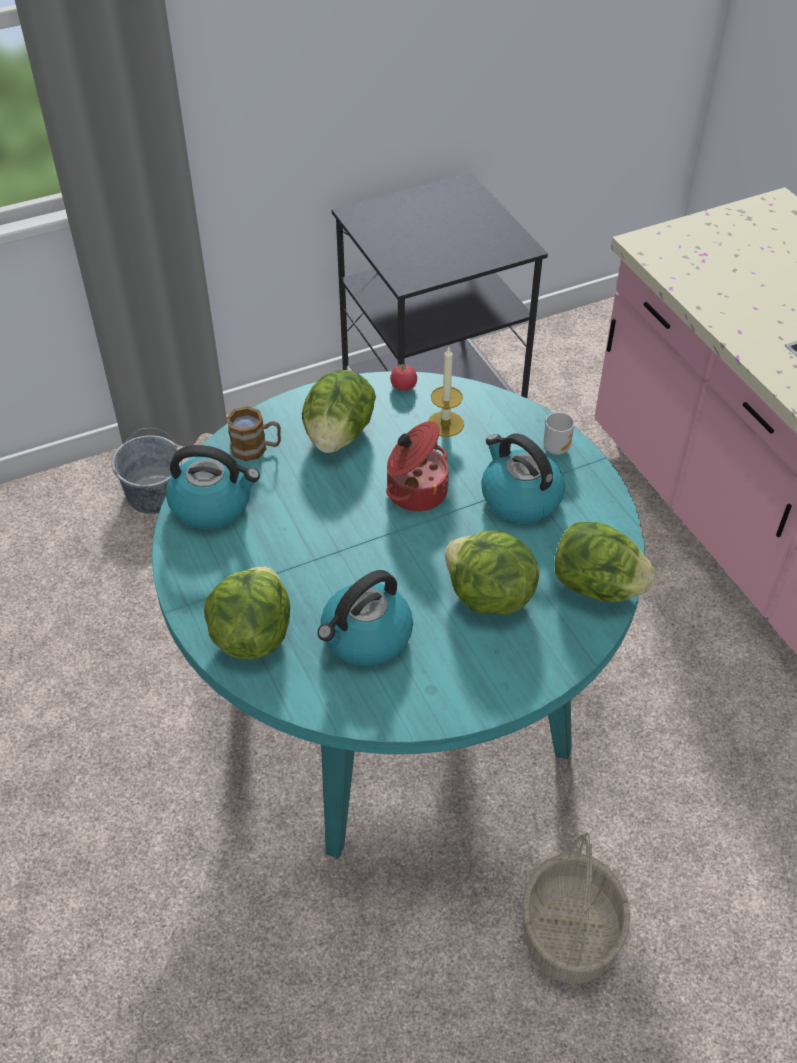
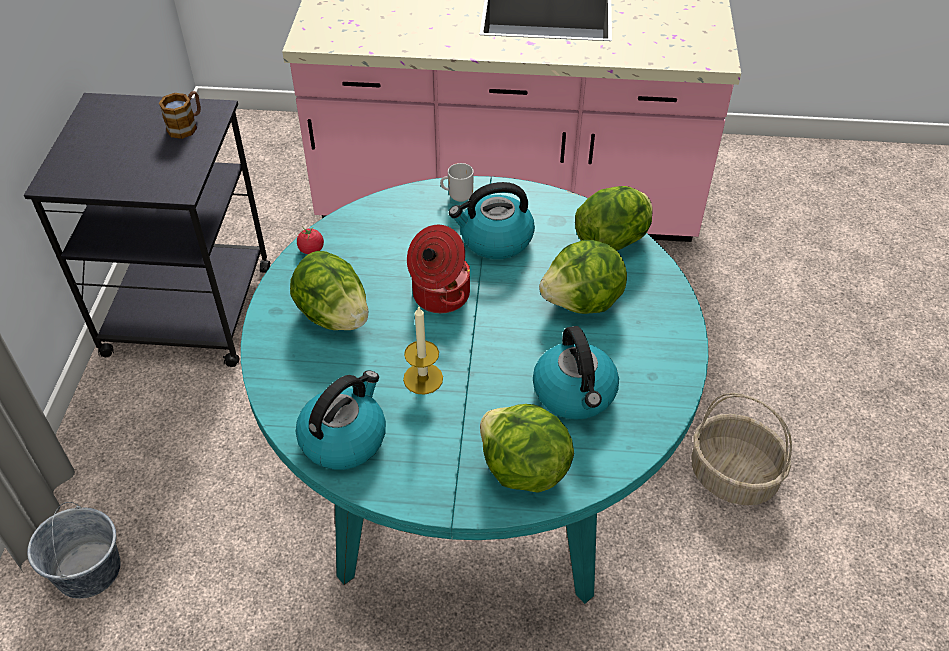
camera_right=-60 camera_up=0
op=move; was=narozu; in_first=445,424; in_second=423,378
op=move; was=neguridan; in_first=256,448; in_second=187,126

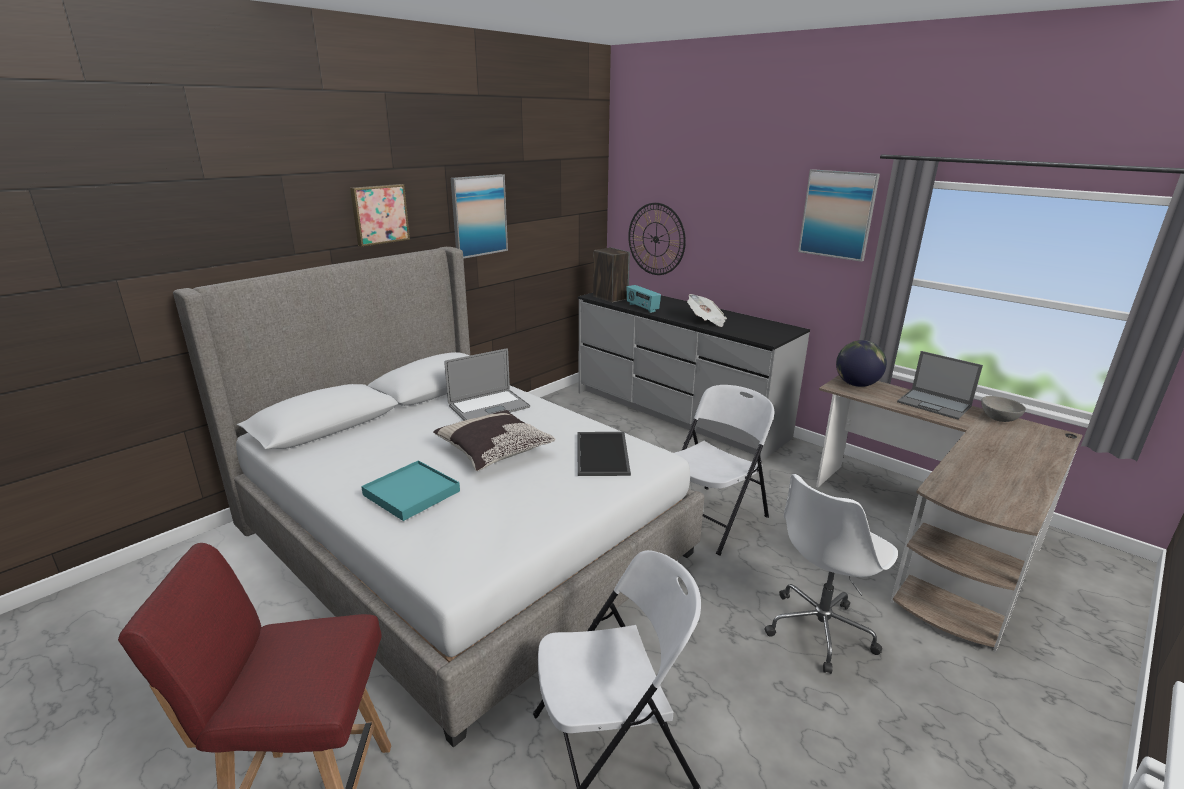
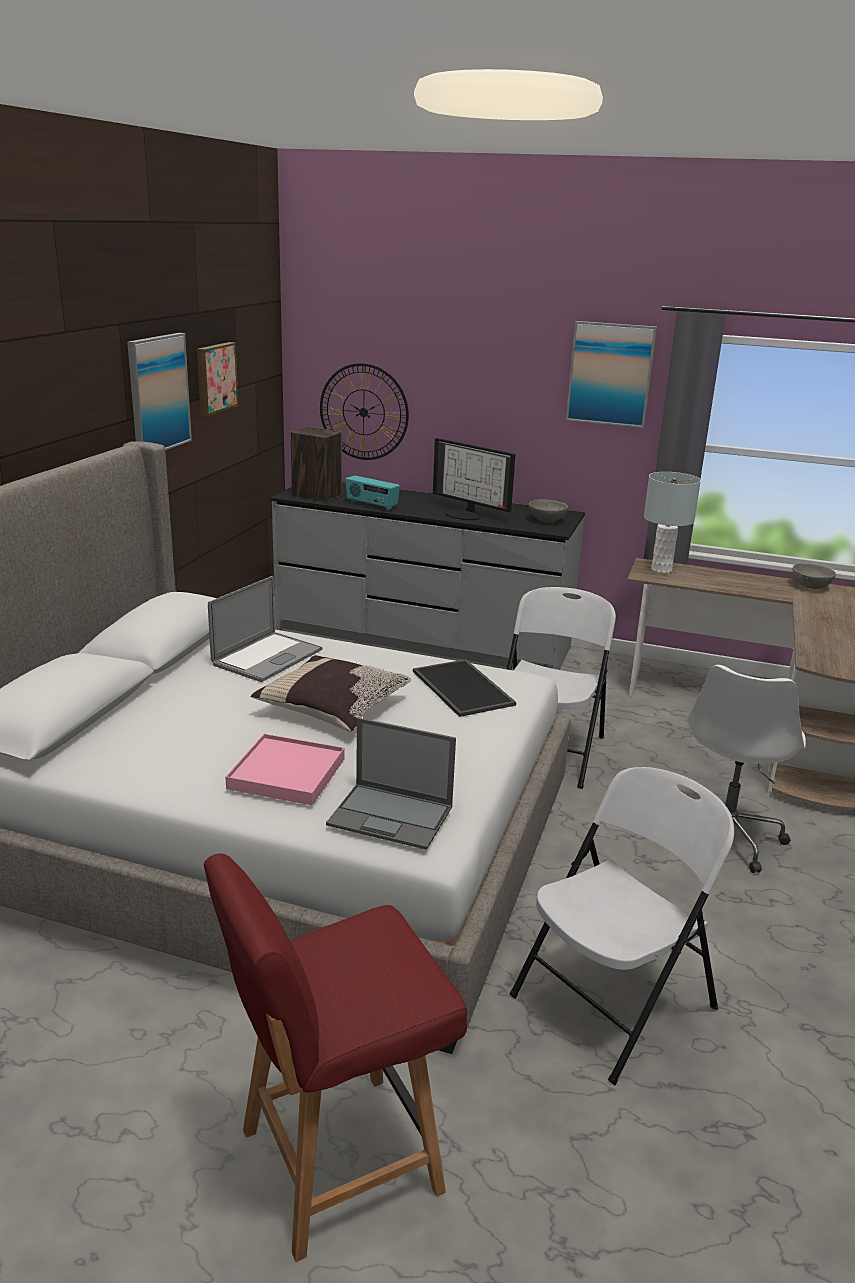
camera_right=-25 camera_up=0
op=move; was=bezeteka; in_first=379,214; in_second=215,377
op=replace; was=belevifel; now=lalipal; in_first=706,321; in_second=465,514
op=replace; was=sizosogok; now=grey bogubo; in_first=856,384; in_second=661,570
op=move; was=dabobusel; in_first=935,404; in_second=392,816
op=recolor; was=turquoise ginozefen; now=pink ginozefen; in_first=411,493; in_second=287,774
op=insert; now=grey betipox; in_second=546,520

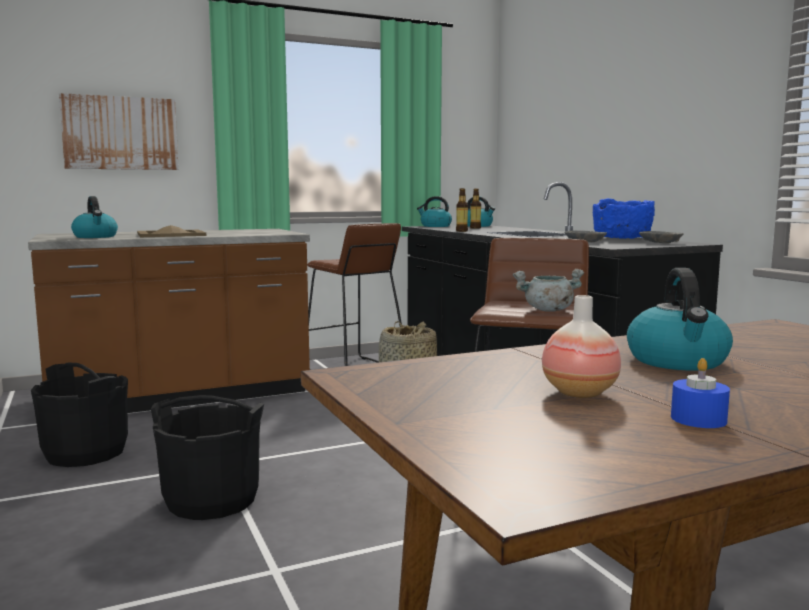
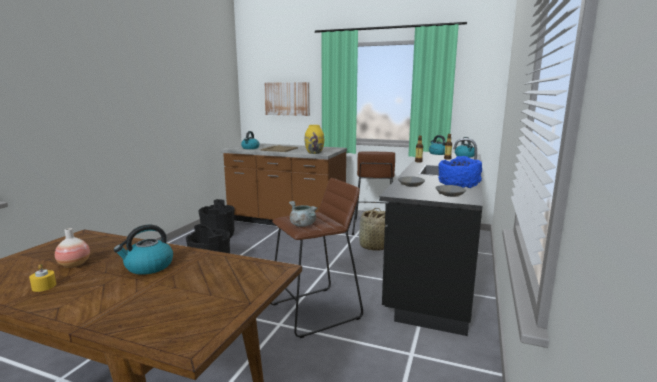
camera_right=45 camera_up=5
op=recolor; was=blue narozu; now=yellow narozu; in_first=698,419; in_second=44,286
op=insert; now=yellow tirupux; in_second=314,153

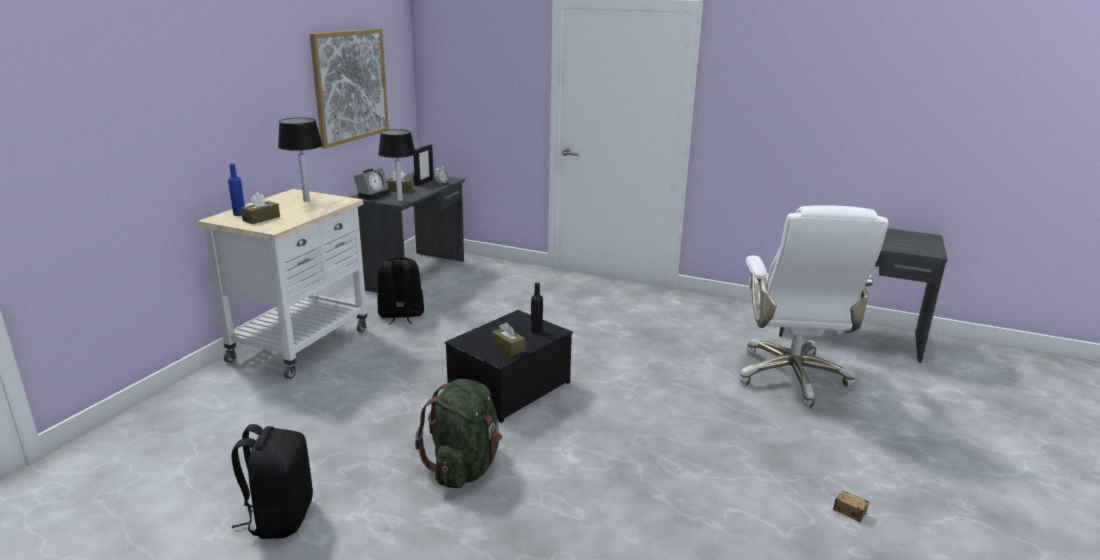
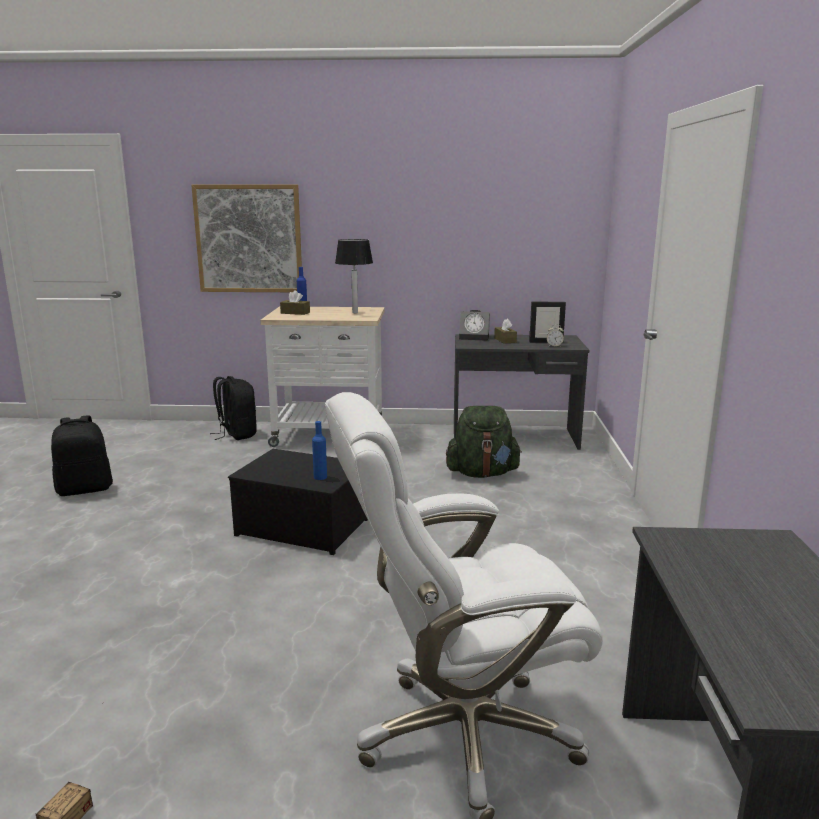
camera_right=70 camera_up=-5
op=move; was=bezeteka; in_first=350,86; in_second=249,239
op=delete; was=bogubo; in_first=399,200
op=move; was=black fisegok; in_first=401,315; in_second=236,434
op=recolor; was=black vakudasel; now=blue vakudasel; in_first=536,331; in_second=320,477
op=delete; was=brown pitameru; in_first=508,347
op=move; was=green fisegok; in_first=465,468; in_second=482,473

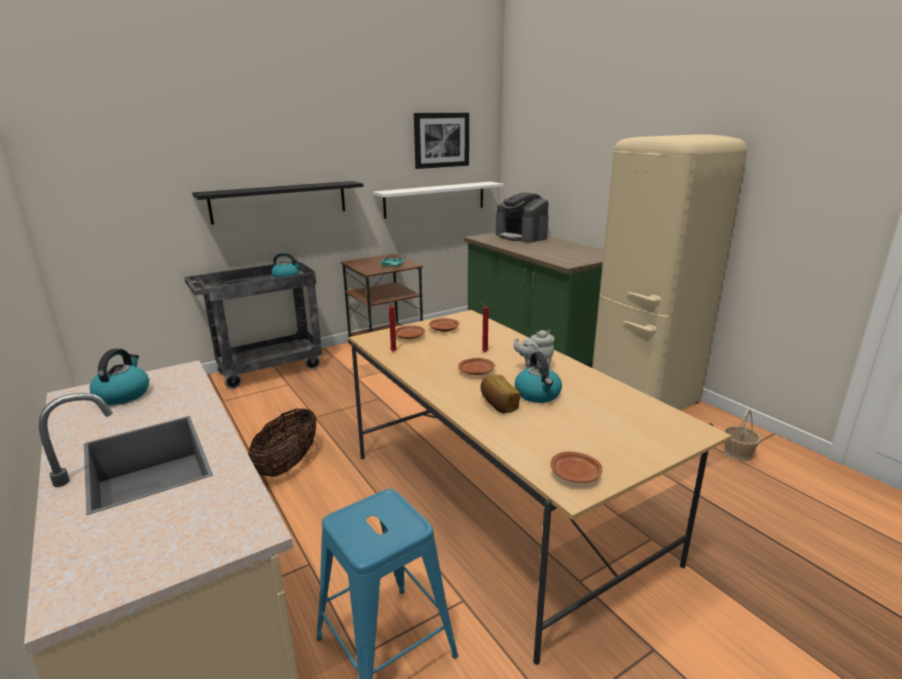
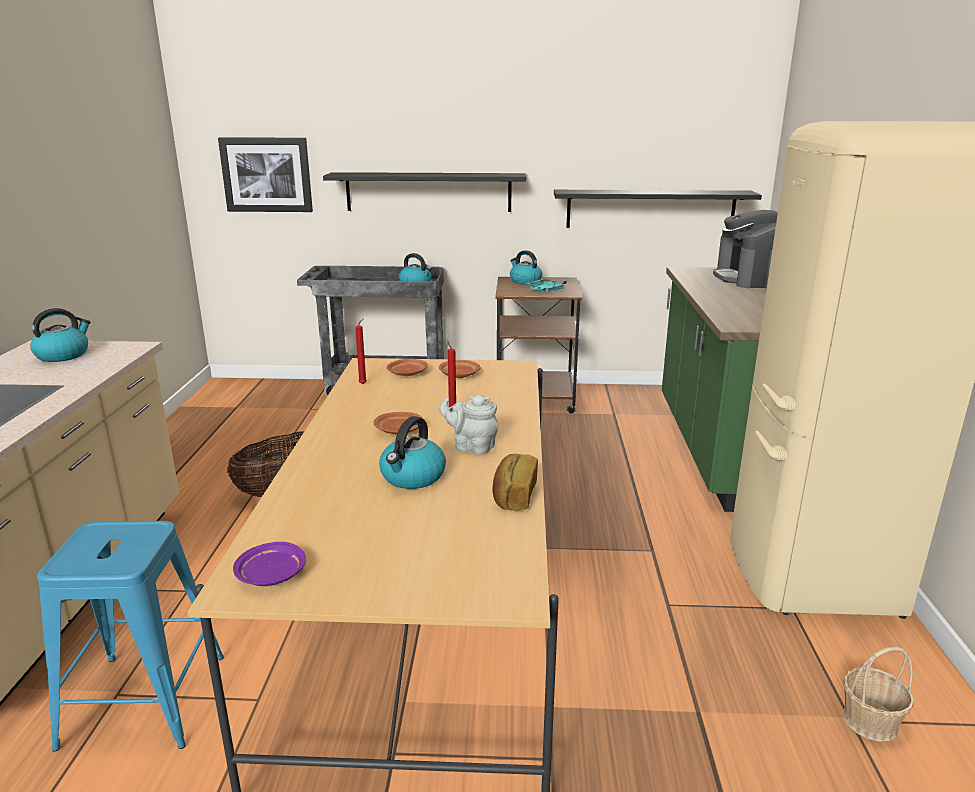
camera_right=35 camera_up=0
op=move; was=bezeteka; in_first=441,140; in_second=266,175
op=recolor; was=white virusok; now=black virusok; in_first=435,199; in_second=650,209
op=move; was=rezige; in_first=498,404; in_second=514,496
op=recolor; was=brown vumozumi; now=purple vumozumi; in_first=575,475; in_second=271,575
op=insert; now=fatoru; in_second=525,281

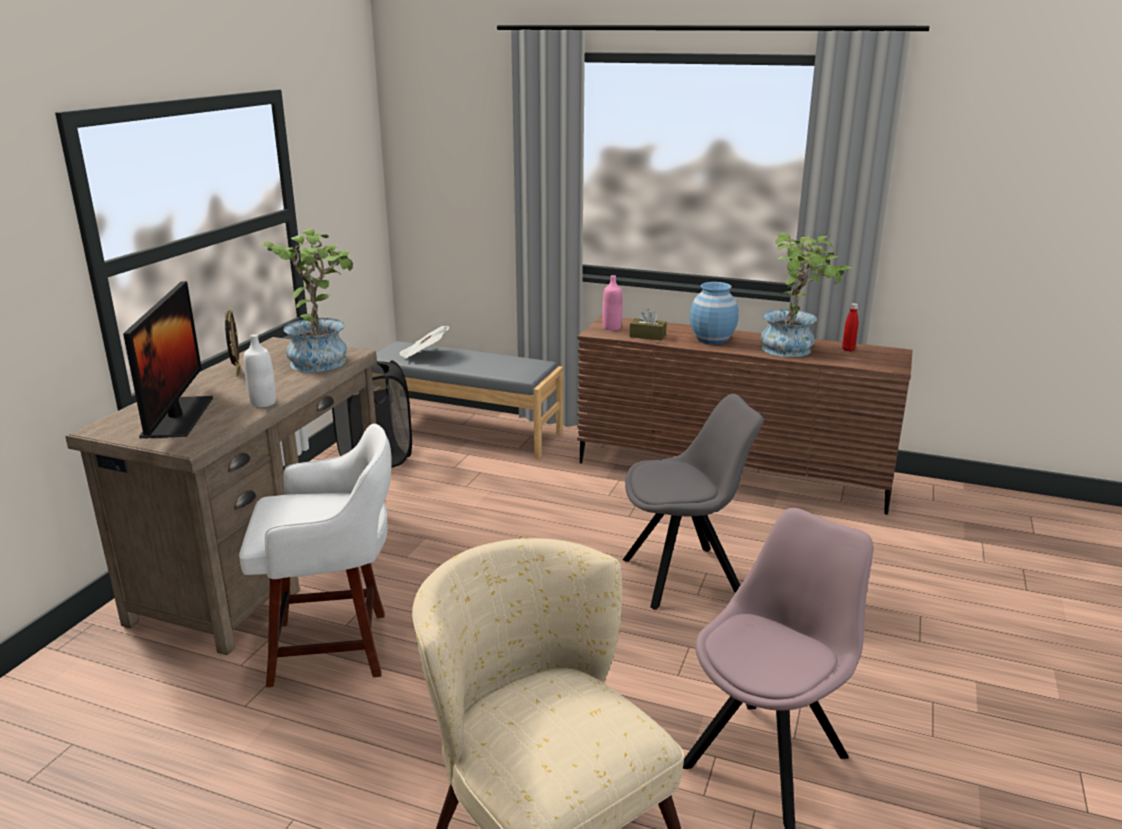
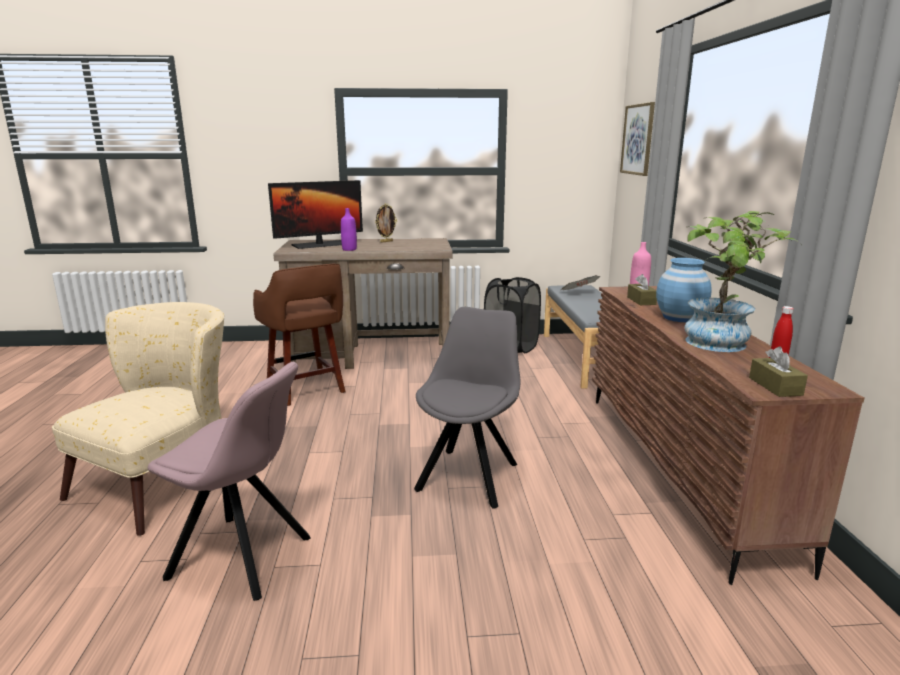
camera_right=65 camera_up=-5
op=delete; was=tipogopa; in_first=322,359
op=recolor; was=white vakudasel; now=purple vakudasel; in_first=263,403; in_second=349,249
op=rotate; was=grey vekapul; in_first=682,576; in_second=469,476; clockwise=-120
op=recolor; was=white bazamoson; now=brown bazamoson; in_first=336,649; in_second=306,390
op=insert; now=bezeteka; in_second=638,139
op=insert; now=brown pitameru; in_second=775,386

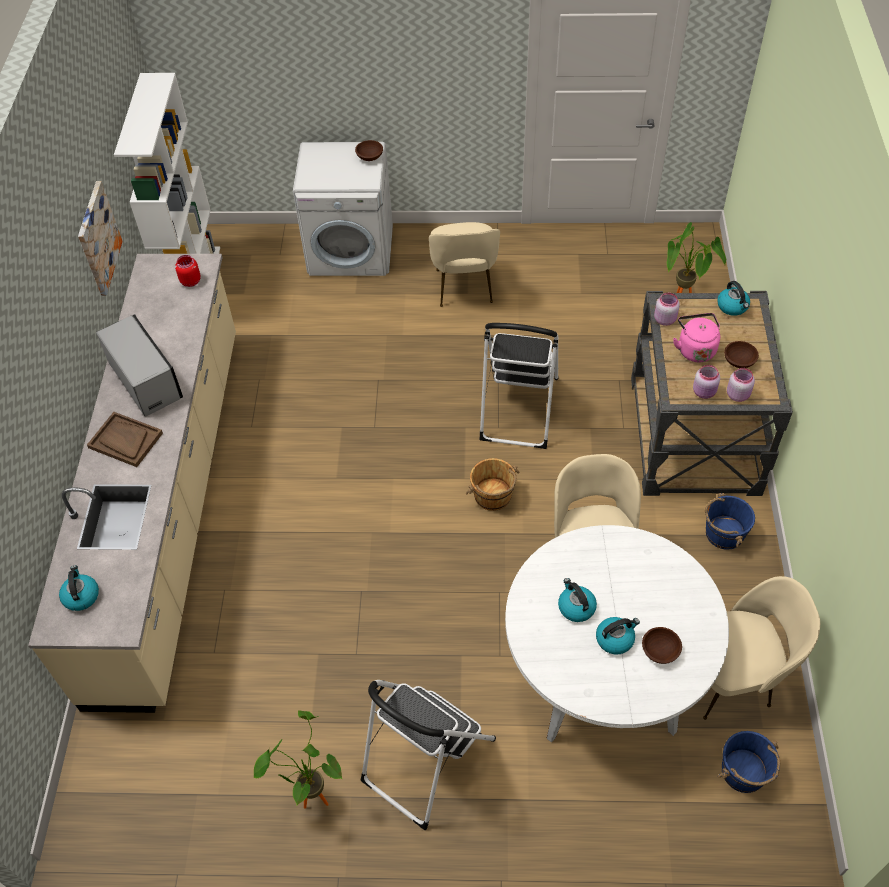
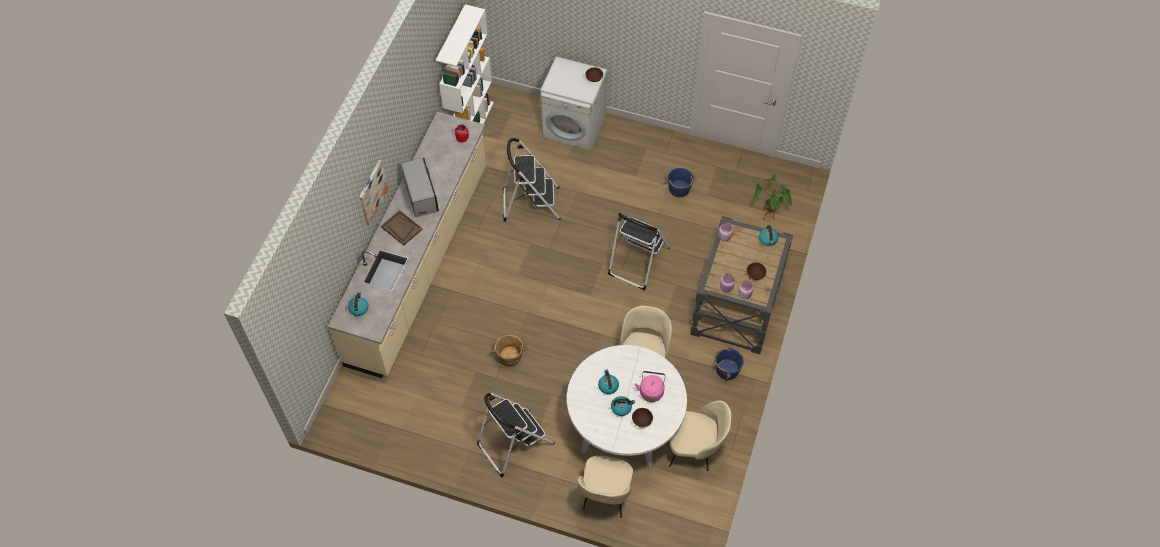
camera_right=15 camera_up=5
op=move; was=bezeteka; in_first=98,238; in_second=372,192
op=move; was=beige vekapul; in_first=464,291; in_second=604,499
op=move; was=pink fatoru; in_first=695,349; in_second=651,391
op=move; was=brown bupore; in_first=493,496; in_second=510,357
op=delete; was=tipogopa; in_first=310,795
op=move; was=blue bupore; in_first=744,772; in_second=679,189
op=insert; now=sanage; in_second=529,204

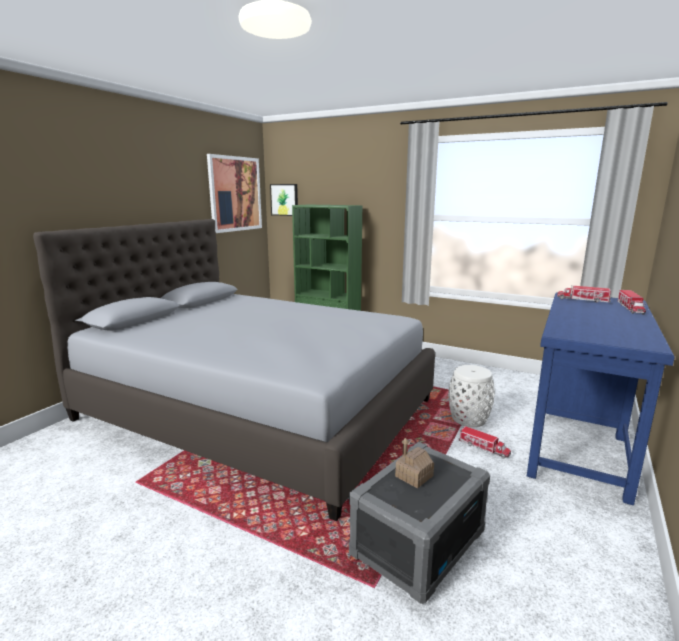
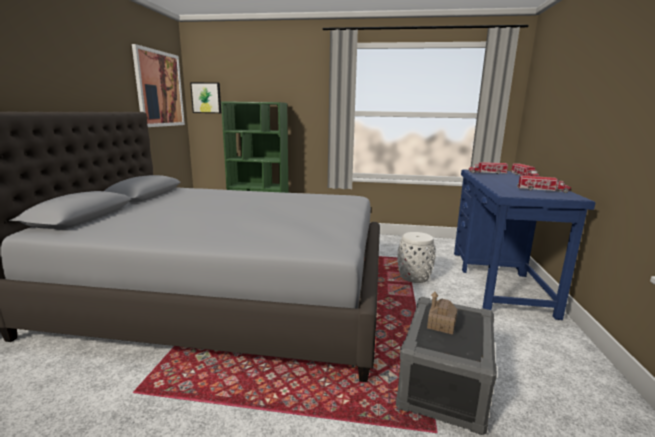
camera_right=-20 camera_up=0
op=move; was=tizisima; in_first=483,448; in_second=542,190

